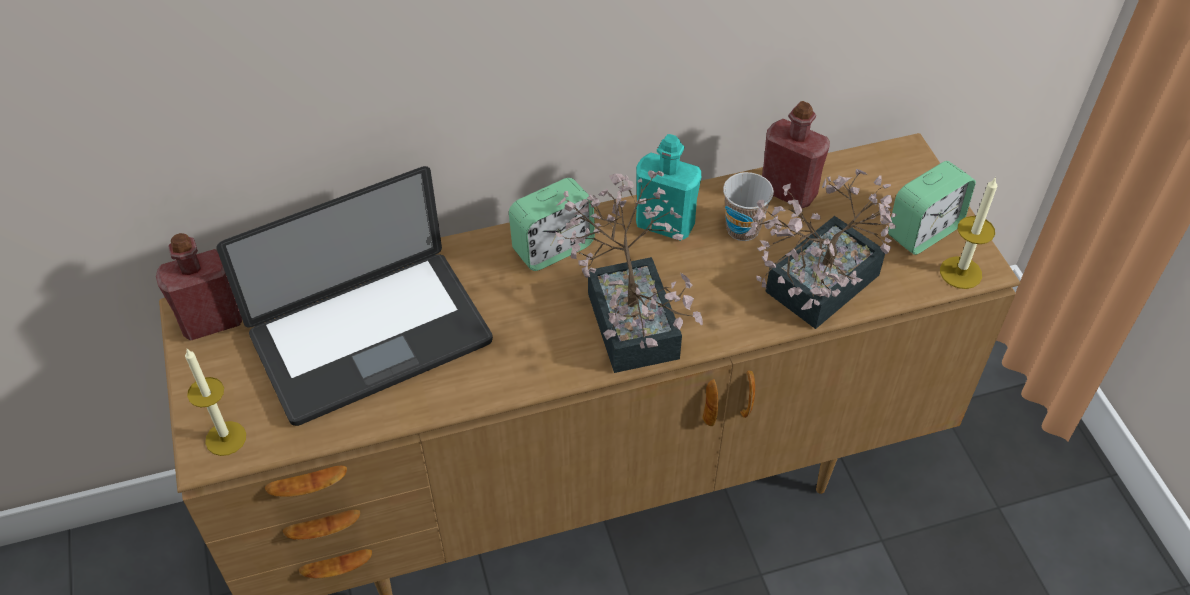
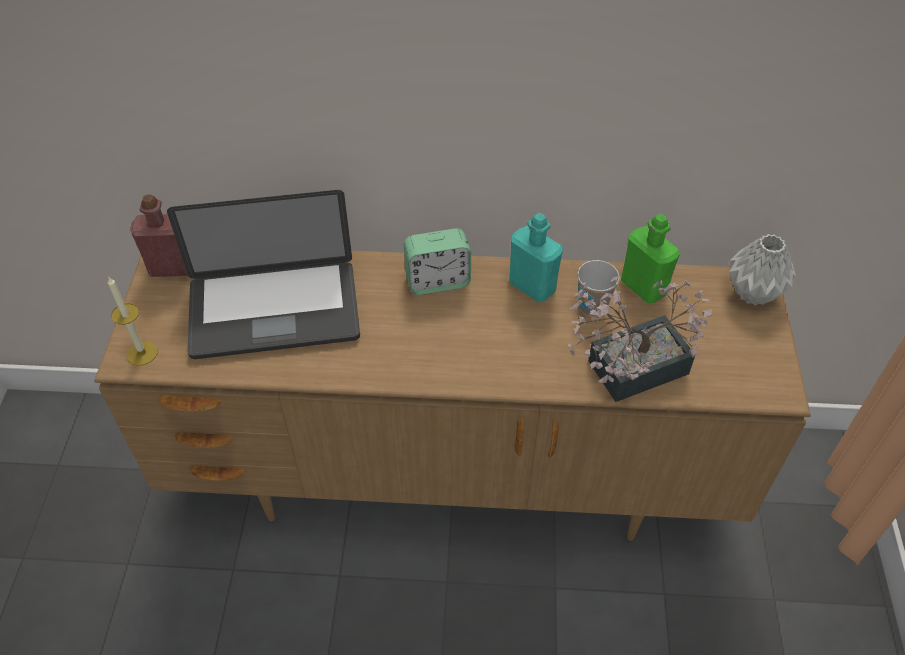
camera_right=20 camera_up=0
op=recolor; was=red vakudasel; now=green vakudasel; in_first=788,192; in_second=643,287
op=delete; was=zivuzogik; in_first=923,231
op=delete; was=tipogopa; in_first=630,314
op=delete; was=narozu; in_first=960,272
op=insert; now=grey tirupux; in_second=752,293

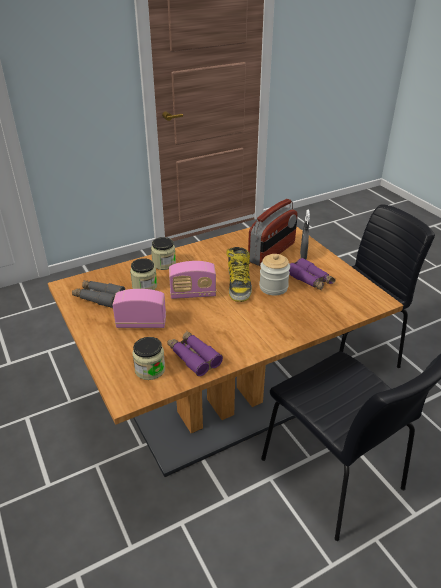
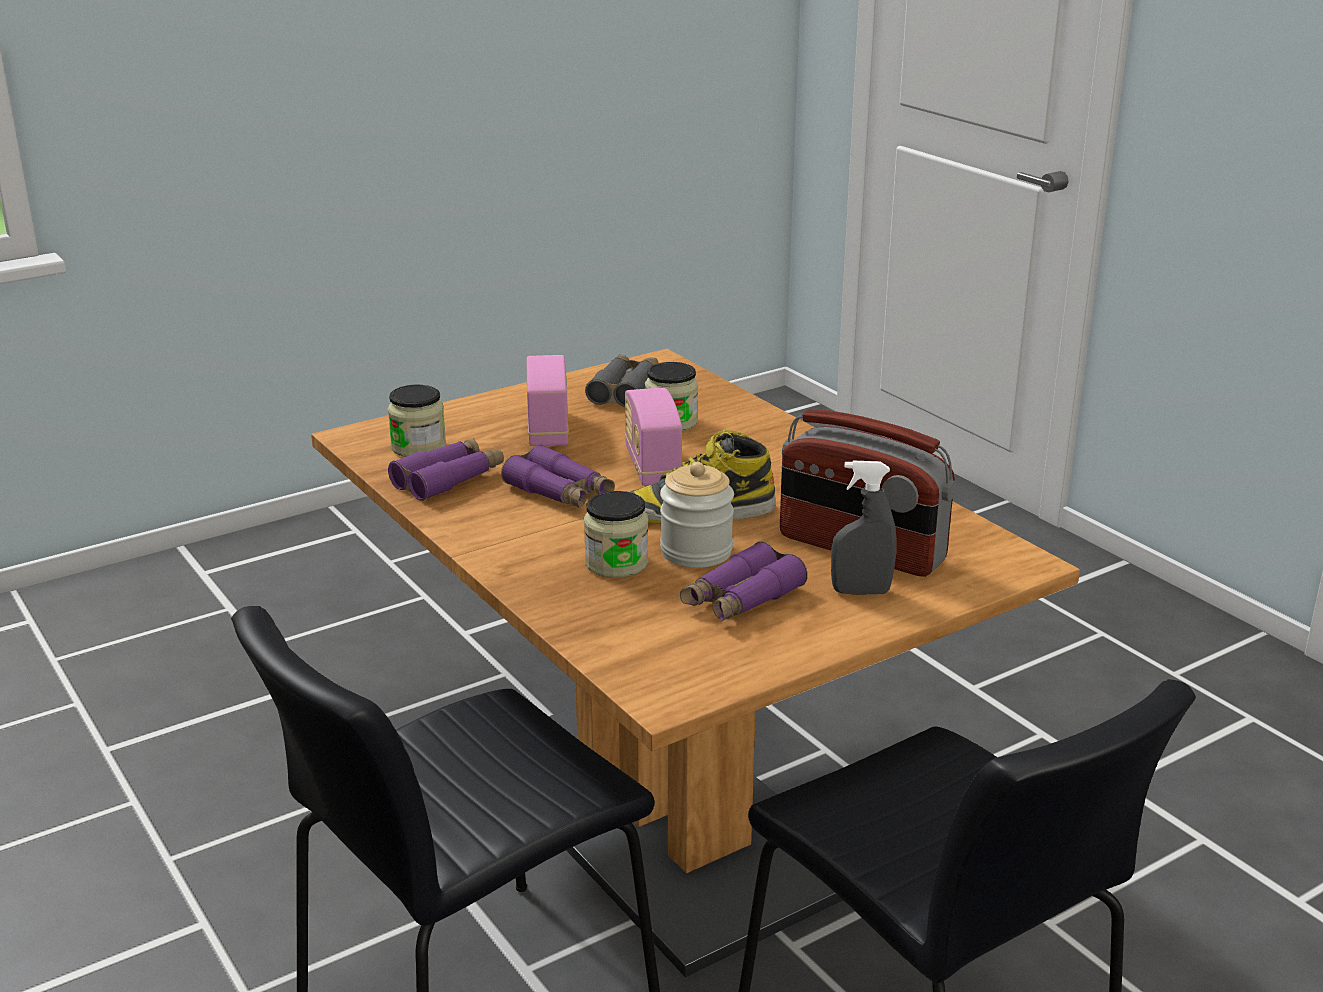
camera_right=85 camera_up=-10
op=move; was=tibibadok; in_first=164,263; in_second=616,563
op=insert; now=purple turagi; in_second=560,492

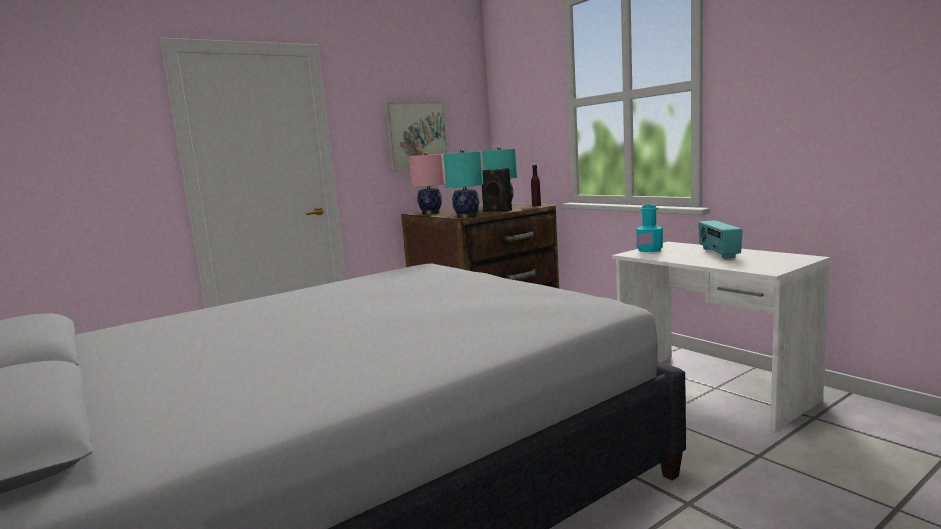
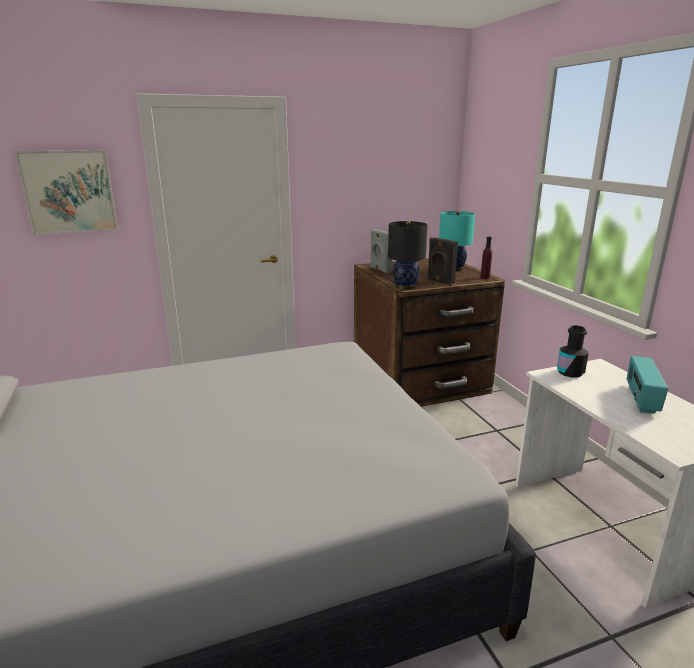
camera_right=15 camera_up=10
op=move; was=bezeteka; in_first=417,136; in_second=69,192
op=recolor; was=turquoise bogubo; now=black bogubo; in_first=467,216; in_second=405,287
op=replace; was=pink bogubo; now=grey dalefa; in_first=431,213; in_second=379,270
op=recolor; was=turquoise vakudasel; now=black vakudasel; in_first=649,250; in_second=570,372

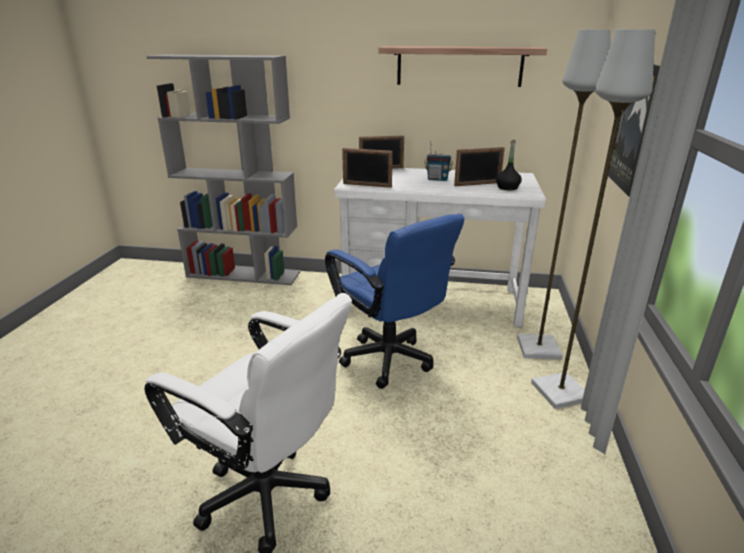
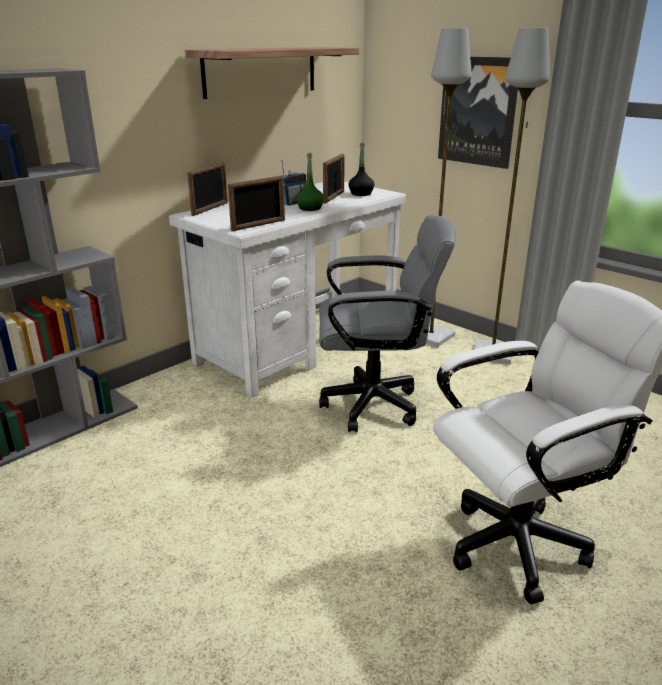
camera_right=-55 camera_up=0
op=recolor; was=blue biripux; now=grey biripux; in_first=391,362; in_second=377,405
op=insert; now=green vakudasel; in_second=310,208

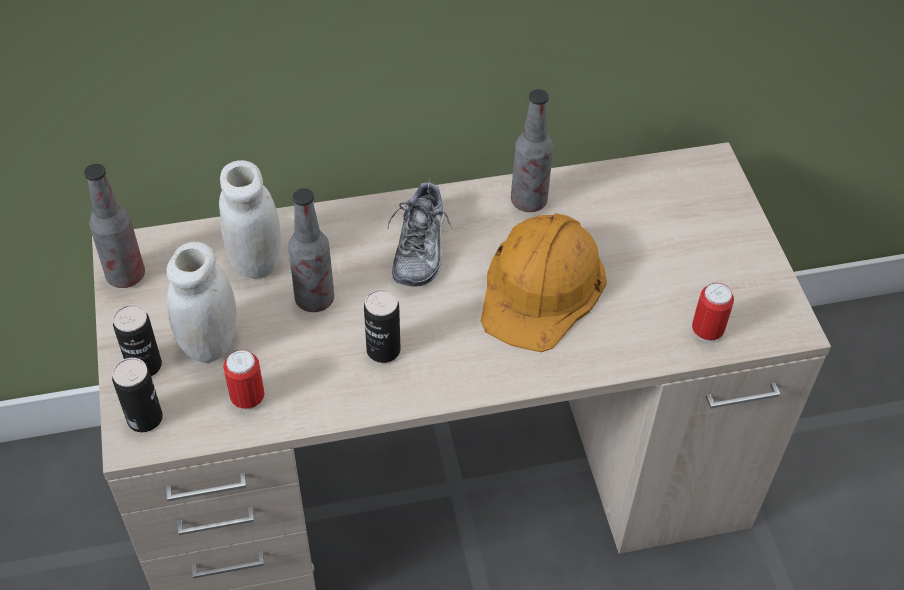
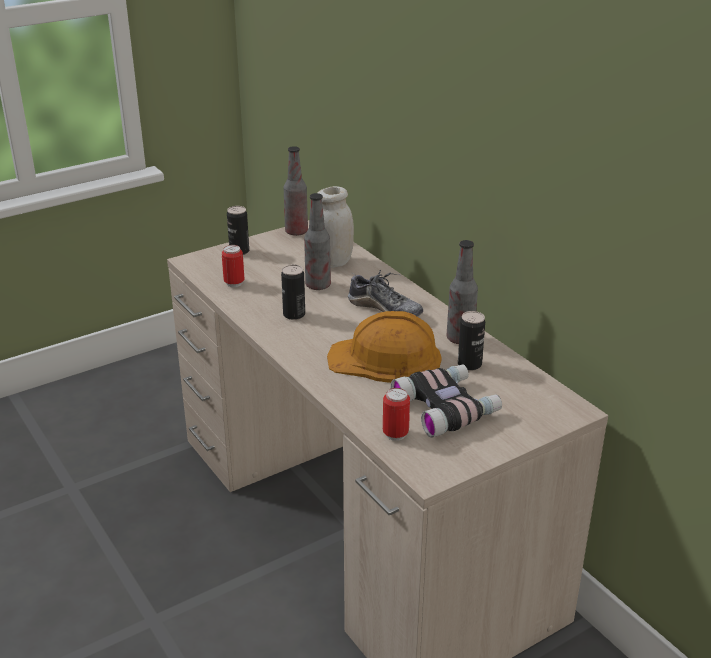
camera_right=70 camera_up=-20
op=rotate; was=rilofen; in_first=420,248; in_second=385,309; clockwise=-135
op=delete; was=white tibibadok; in_first=210,343
op=move; was=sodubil; in_first=145,418; in_second=469,364
op=insert; now=turagi; in_second=447,407

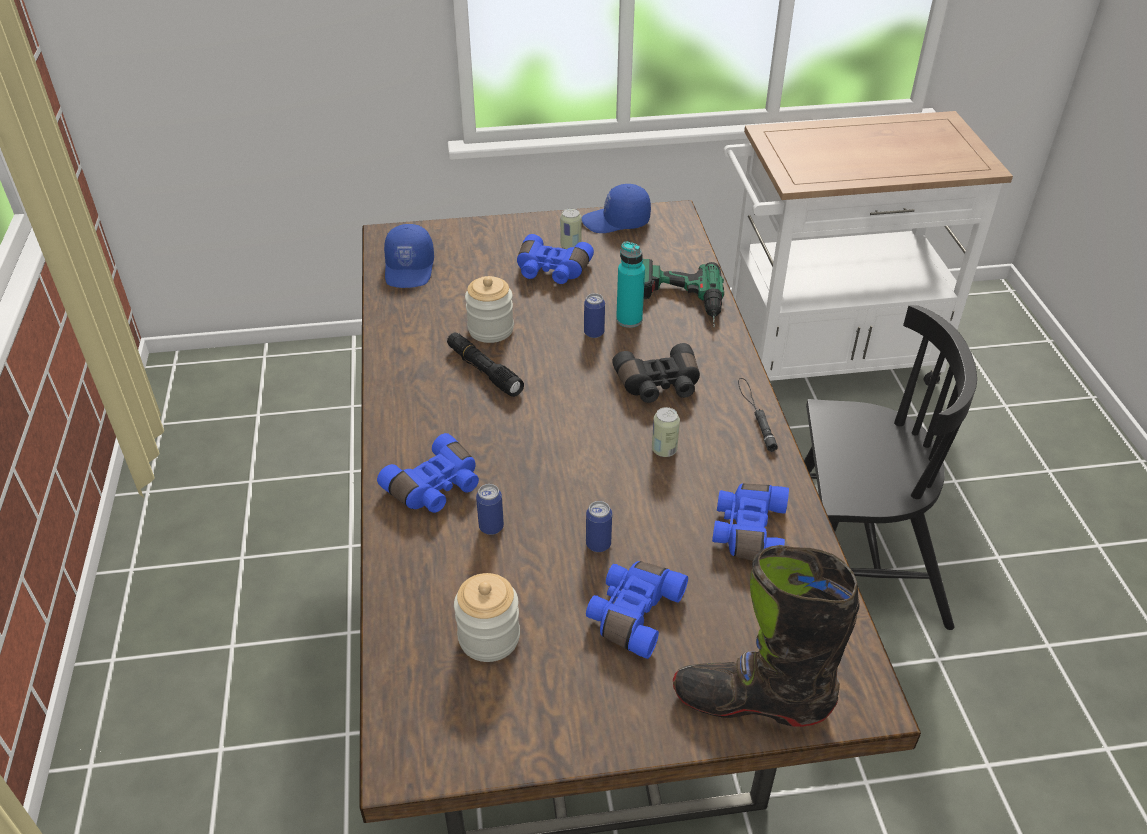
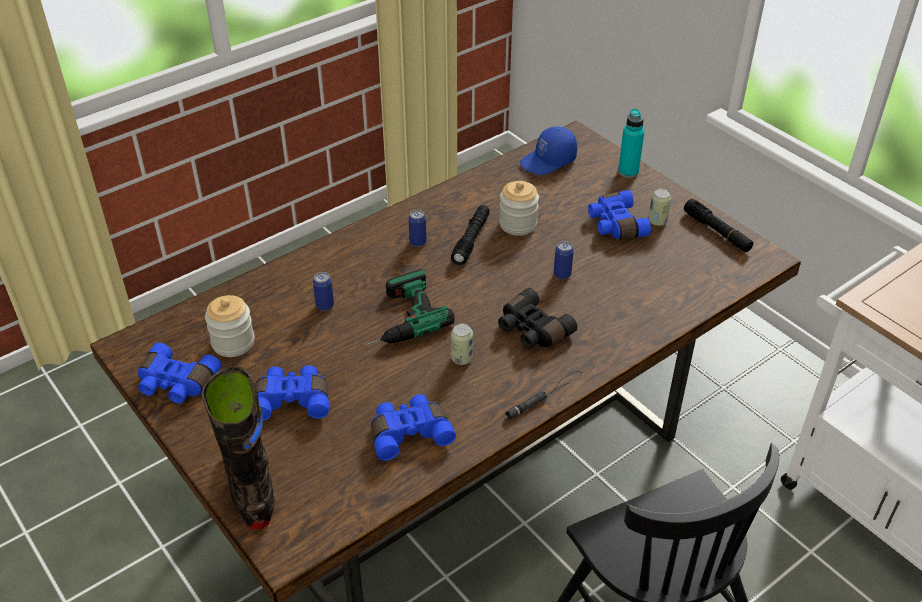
camera_right=60 camera_up=0
op=replace; was=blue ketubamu; now=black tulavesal; in_first=616,222; in_second=717,232
op=move; was=turquoise vakudasel; in_first=629,320; in_second=628,172
op=move; was=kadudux; in_first=680,303; in_second=397,318
op=move; was=blue turagi; in_first=436,488; in_second=176,384
op=move; was=sodubil; in_first=598,544; in_second=418,242

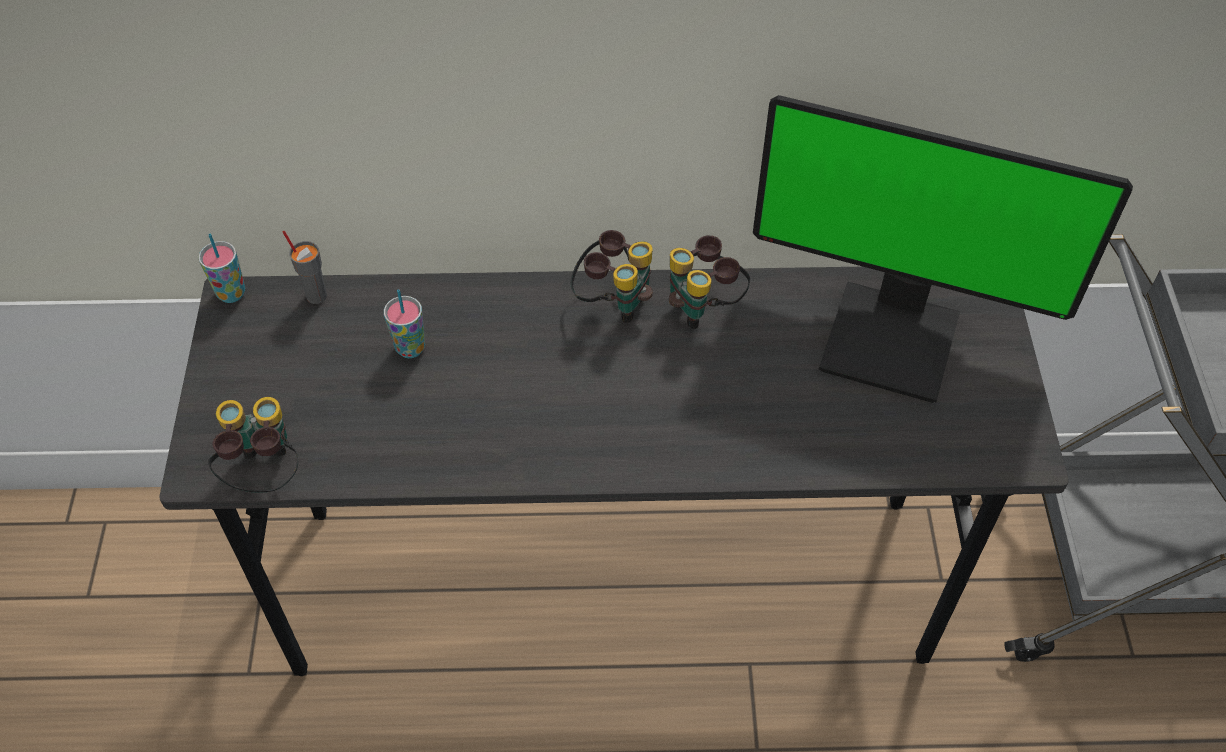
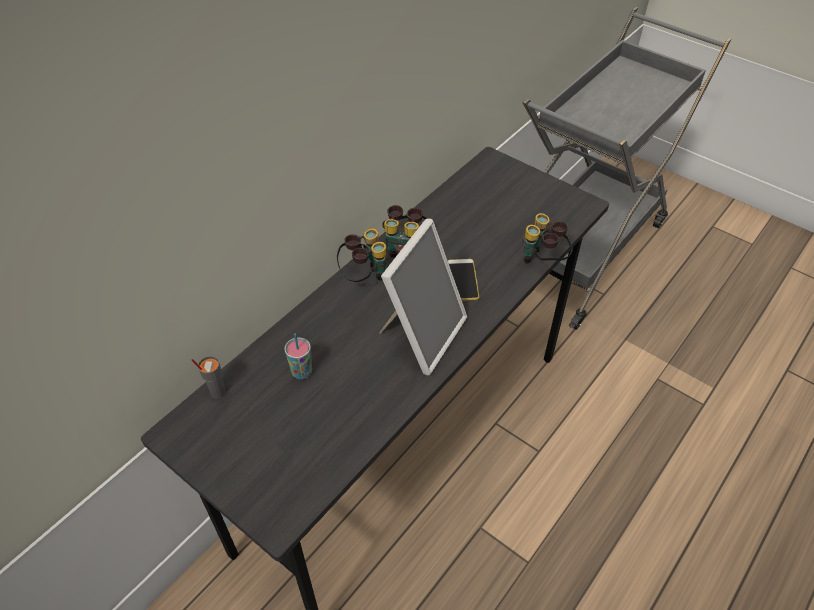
camera_right=-50 camera_up=-5
op=delete; was=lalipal; in_first=893,338
op=delete; was=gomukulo; in_first=231,293
op=move; was=turagi; in_first=264,473; in_second=543,261
op=insert; now=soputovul; in_second=421,334
op=insert; now=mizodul; in_second=462,280

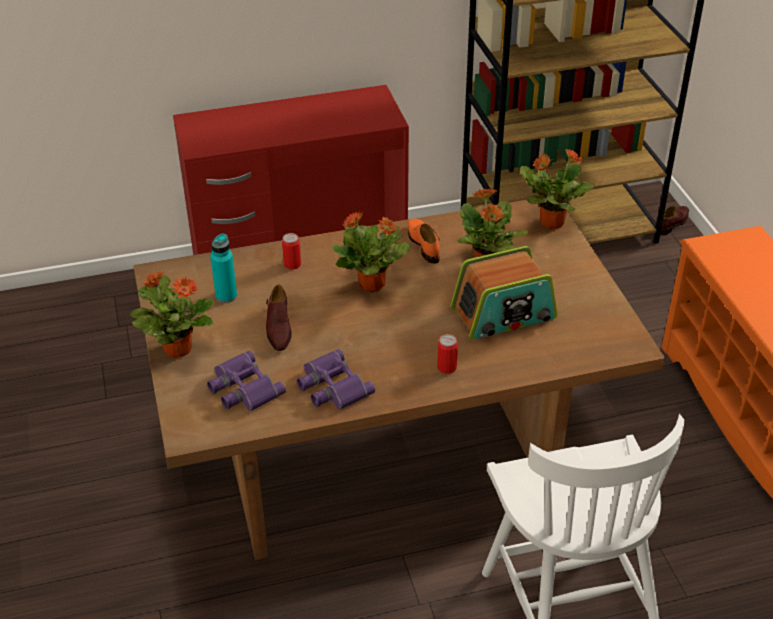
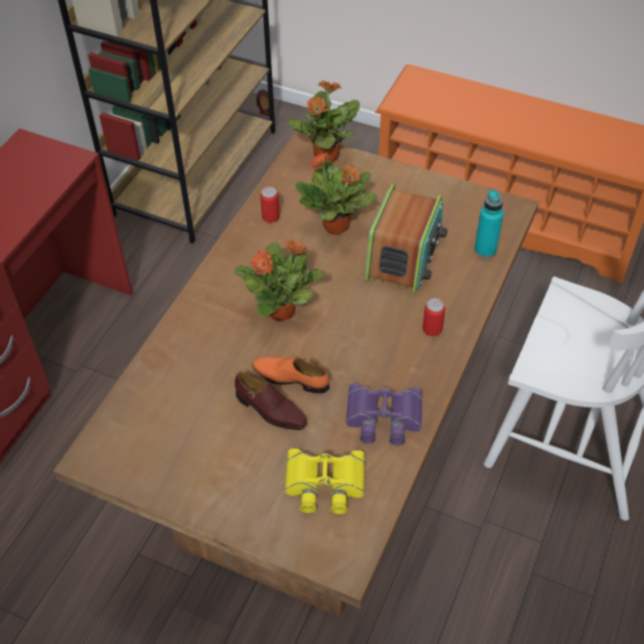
camera_right=-50 camera_up=10
op=move; was=orange rilofen; in_first=423,244; in_second=291,378
op=move; was=turquoise vakudasel; in_first=226,296; in_second=485,250
op=move; was=sodubil; in_first=292,264; in_second=270,217
op=delete; was=tipogopa; in_first=177,348
op=recolor; was=purple turagi; now=yellow turagi; in_first=242,388; in_second=324,485

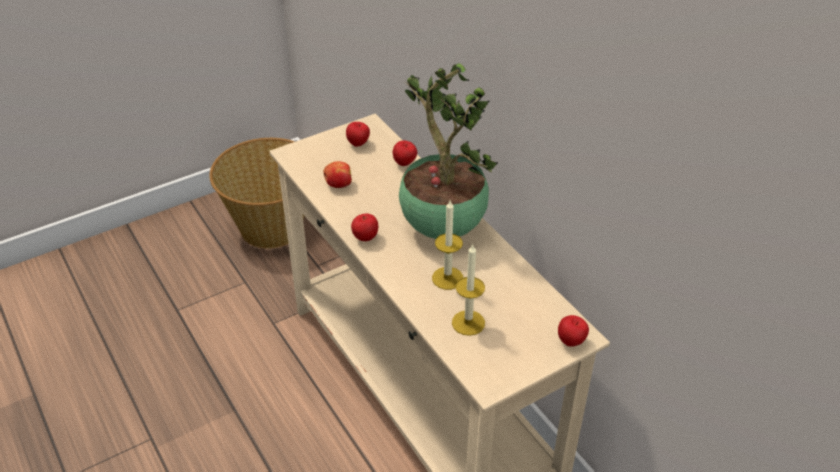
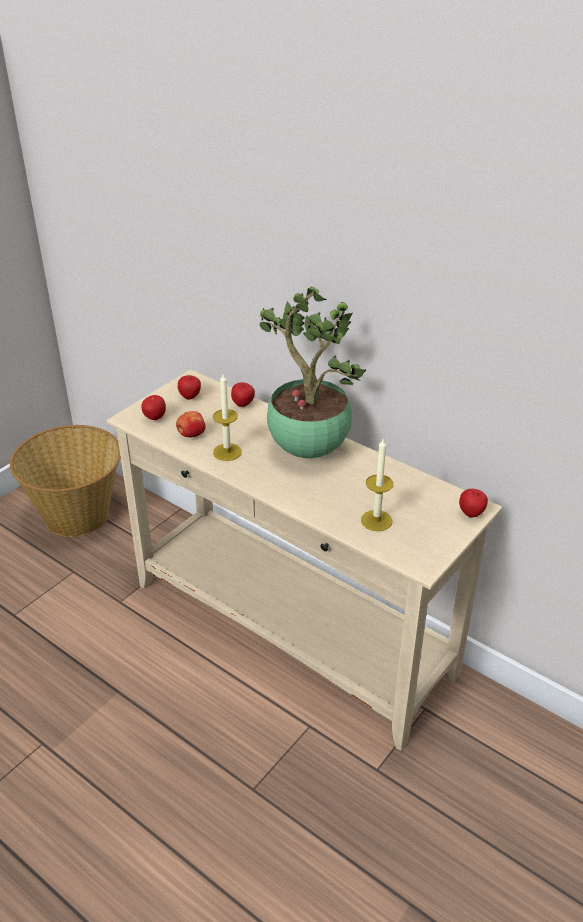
camera_right=-20 camera_up=-5
op=move; was=narozu; in_first=447,278; in_second=227,452
op=move; was=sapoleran; in_first=365,238; in_second=154,418

